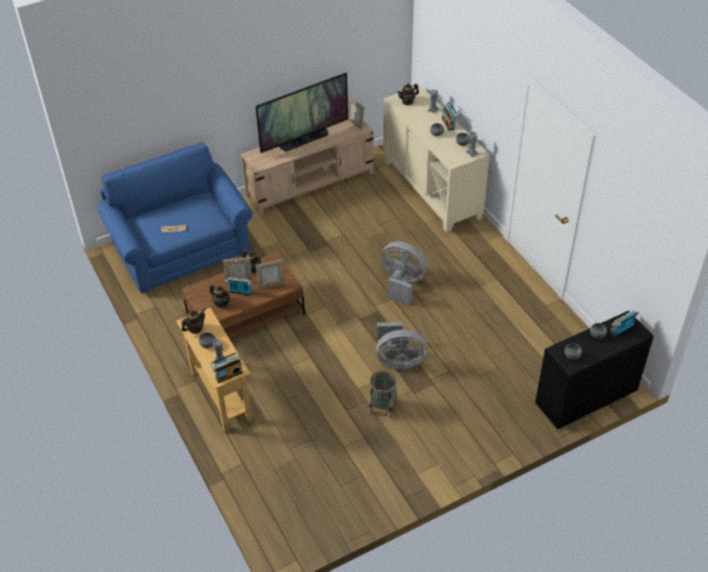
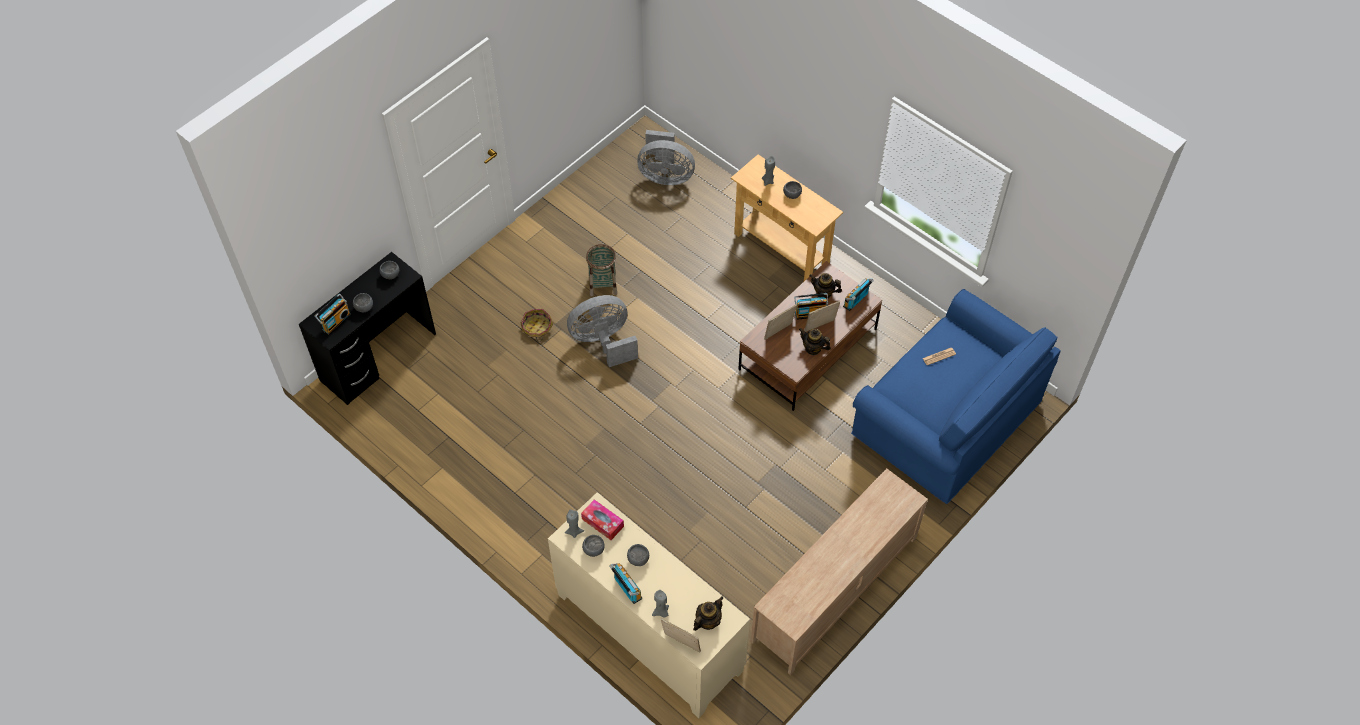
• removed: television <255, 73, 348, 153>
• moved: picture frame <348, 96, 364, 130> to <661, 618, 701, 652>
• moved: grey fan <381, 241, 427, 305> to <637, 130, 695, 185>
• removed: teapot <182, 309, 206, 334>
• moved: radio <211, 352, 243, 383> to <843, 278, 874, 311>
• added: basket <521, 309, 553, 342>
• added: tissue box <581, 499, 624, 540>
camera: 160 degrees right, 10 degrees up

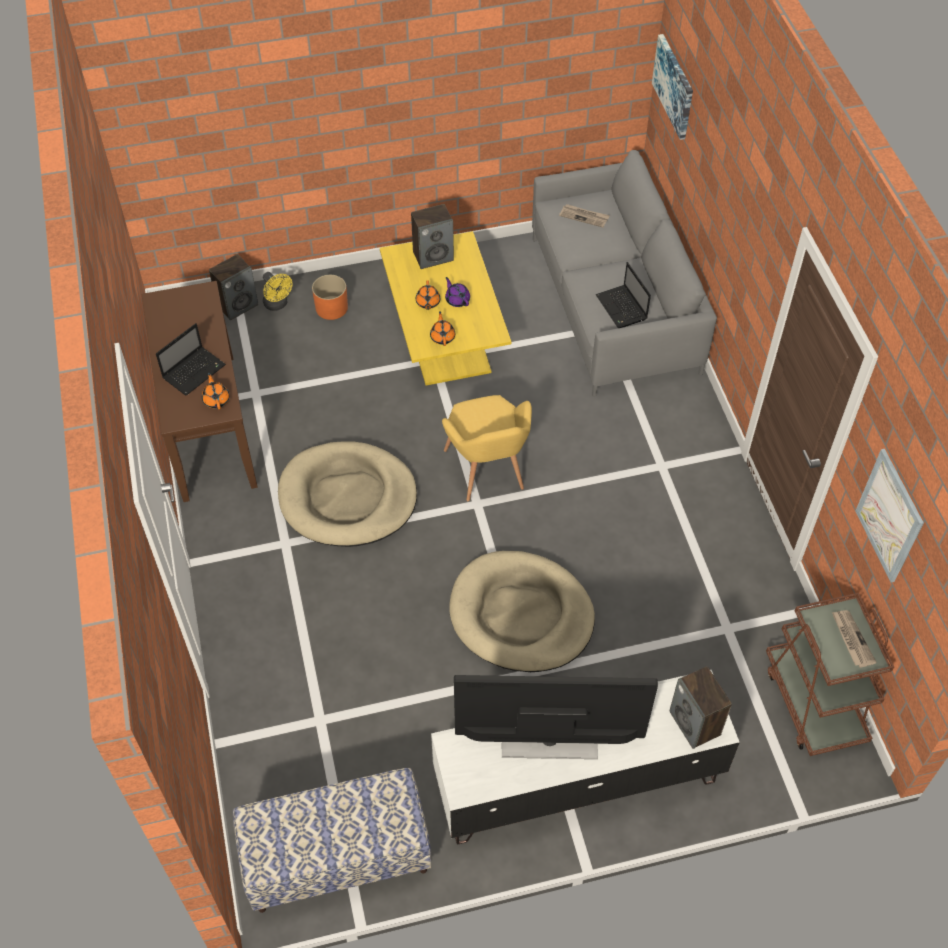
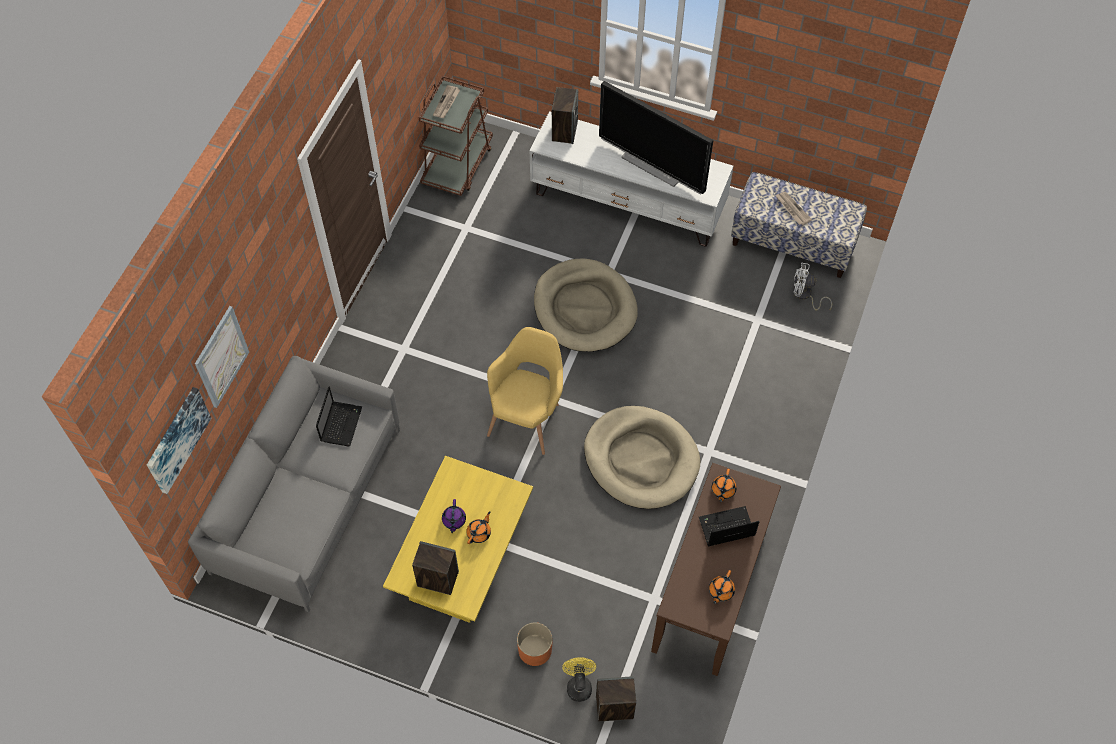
• moved: newspaper <559, 204, 610, 227> to <775, 192, 812, 225>
• moved: orange teapot <430, 311, 455, 346> to <709, 570, 735, 604>
• moved: picture <856, 449, 924, 582> to <195, 306, 249, 408>
• added: white fan <793, 262, 832, 311>
camera: 145 degrees left, 5 degrees up

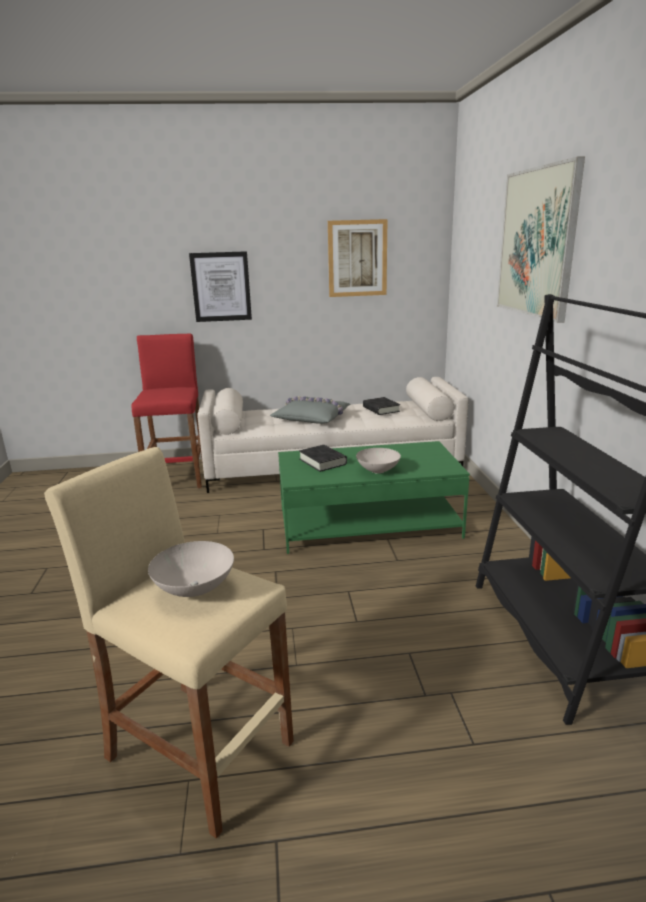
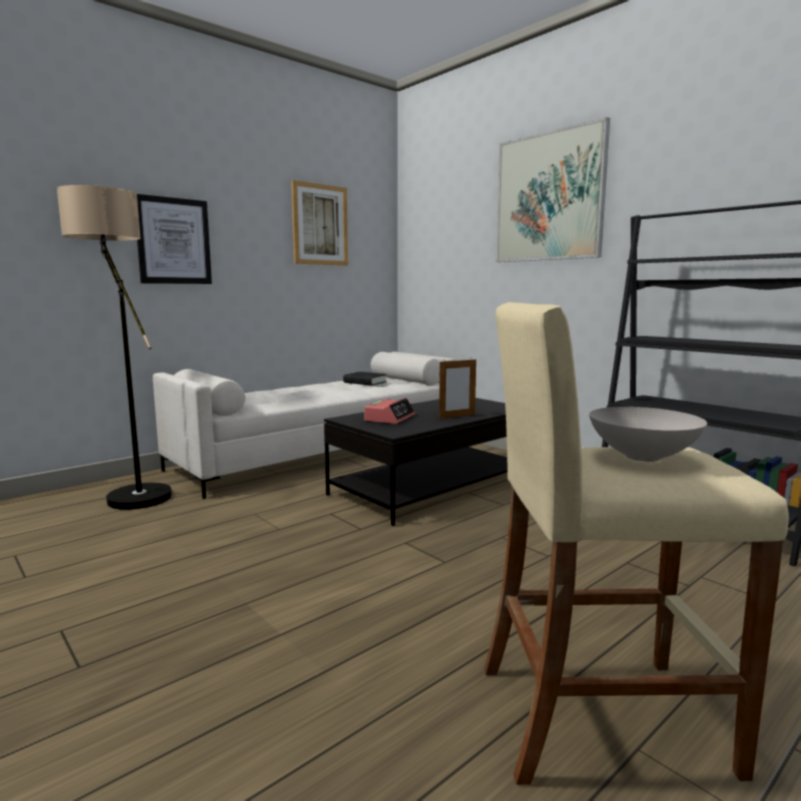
• replaced: red stool <131, 333, 203, 488> to floor lamp <57, 185, 172, 510>
• removed: grey pillow <270, 396, 351, 424>
• recoloured: green coffee table <278, 441, 470, 554> to black coffee table <324, 398, 507, 526>
• replaced: black book <299, 445, 347, 472> to alarm clock <364, 398, 415, 424>
• replaced: white bowl <356, 448, 401, 474> to picture frame <439, 358, 476, 419>
camera: 35 degrees left, 10 degrees down

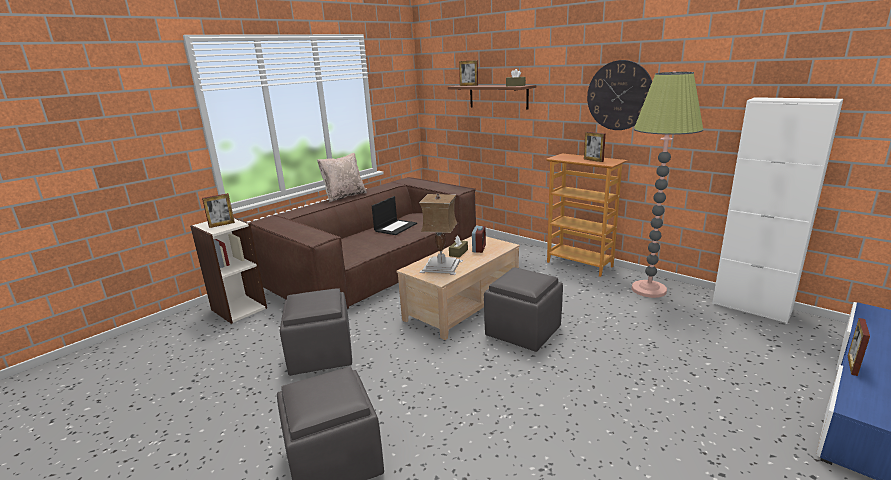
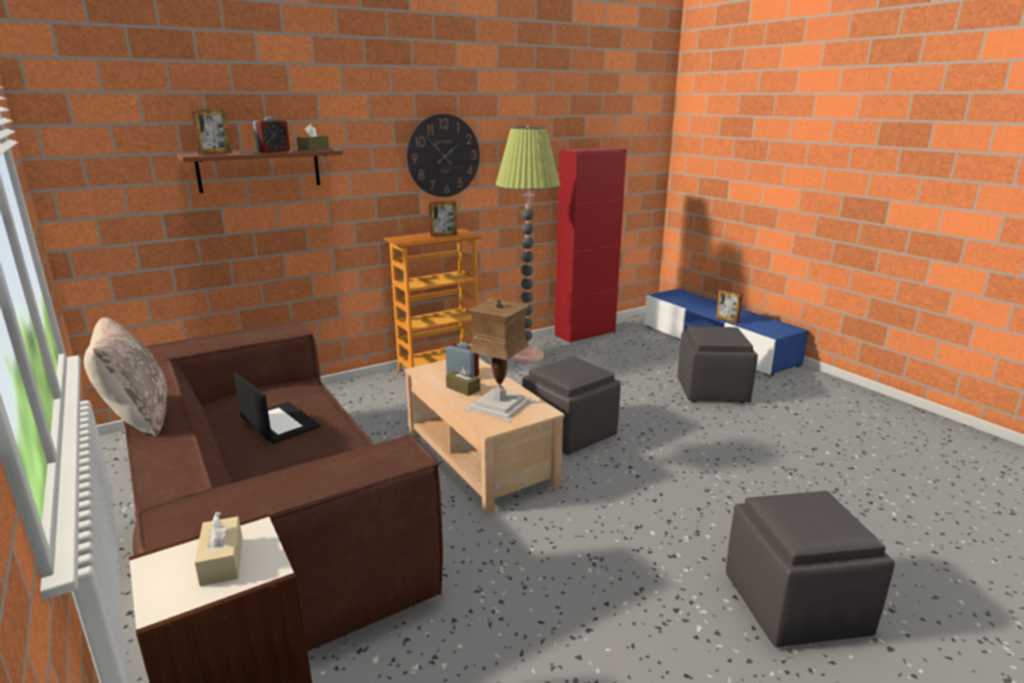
• recoloured: white cabinet <712, 97, 843, 324> to red cabinet <555, 147, 627, 343>
• replaced: picture frame <202, 193, 235, 228> to beige tissue box <194, 512, 243, 587>
• moved: grey ottoman <280, 288, 352, 376> to <677, 326, 758, 403>
• added: alarm clock <253, 117, 290, 153>
camera: 75 degrees left, 0 degrees up

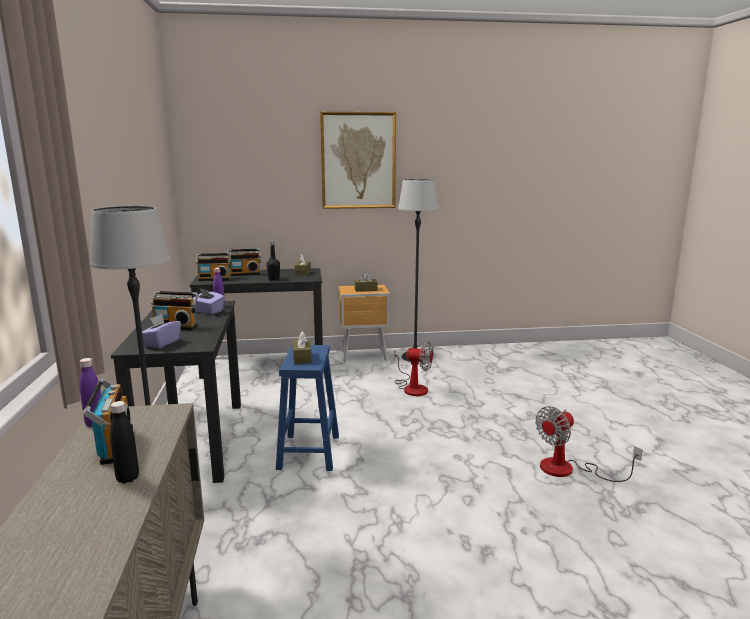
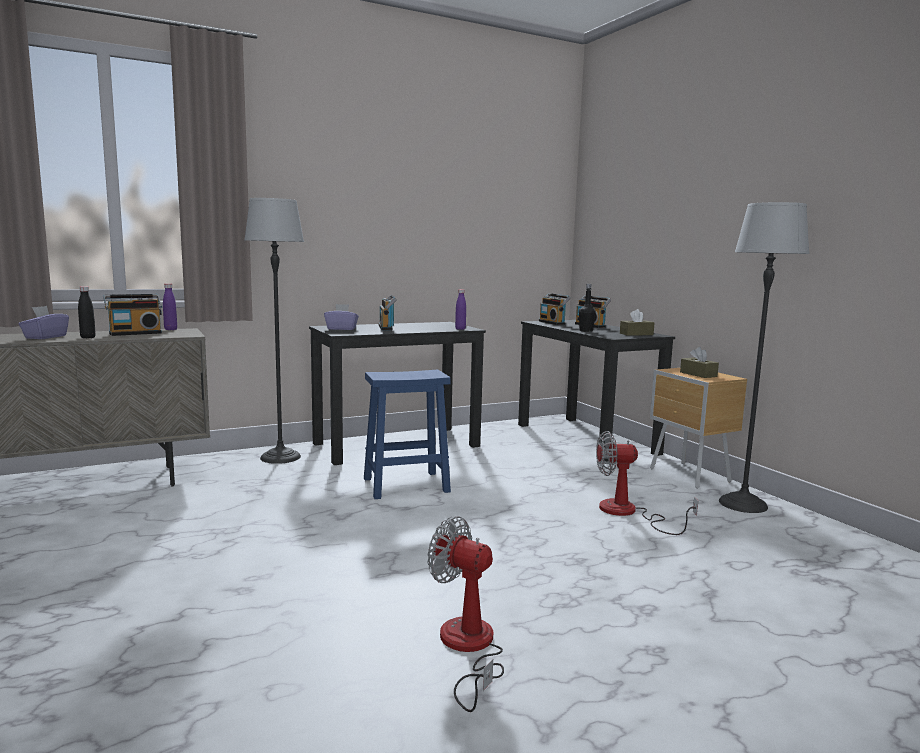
• removed: picture <320, 112, 396, 209>
• moved: purple tissue box <193, 288, 225, 314> to <19, 306, 69, 339>
• removed: brown tissue box <292, 331, 312, 364>
• turned: fan <394, 341, 433, 396> = <596, 431, 698, 535> 90 degrees clockwise
camera: 70 degrees right, 5 degrees down

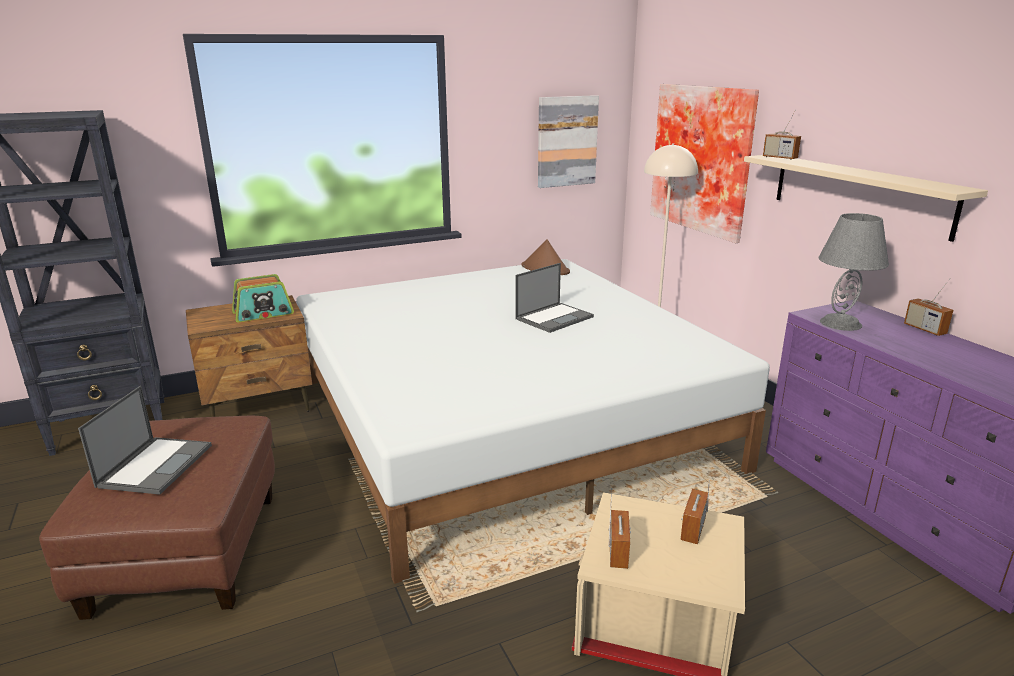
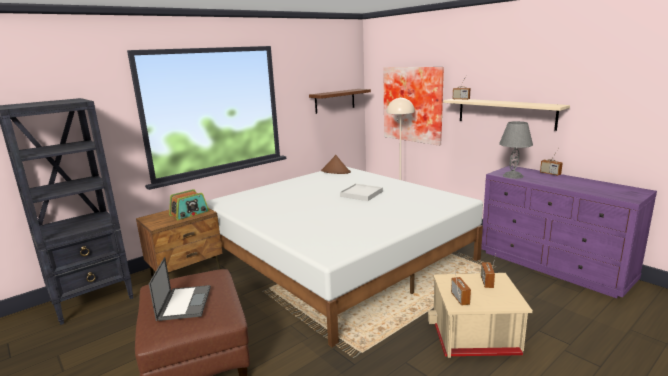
• replaced: picture <538, 95, 599, 188> to shelf <309, 89, 371, 114>
• replaced: laptop <515, 263, 594, 333> to white tray <340, 184, 383, 201>
camera: 15 degrees left, 5 degrees down

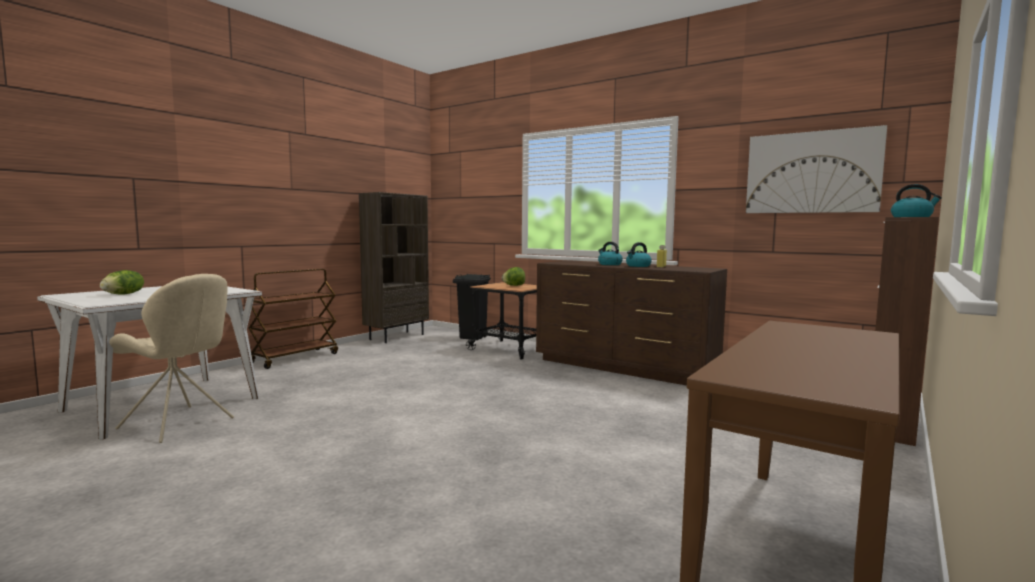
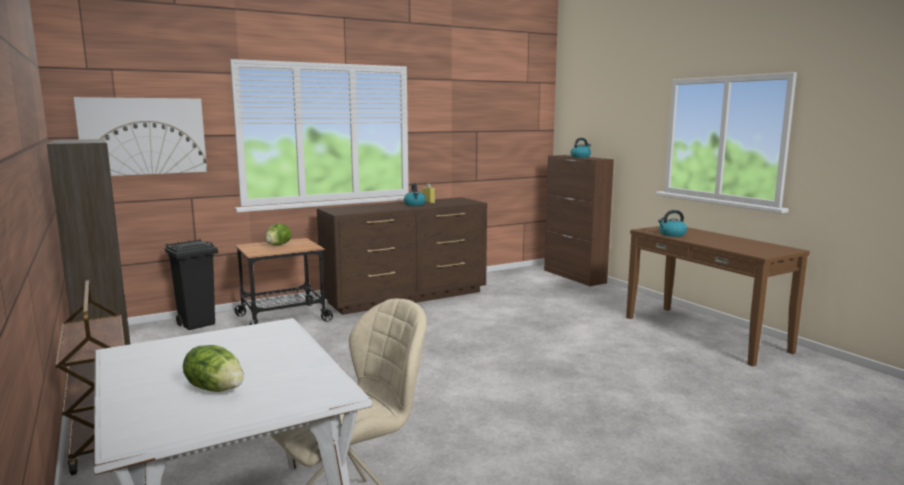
• moved: picture <746, 125, 887, 213> to <74, 97, 207, 176>
• moved: kettle <598, 242, 623, 265> to <658, 210, 687, 237>
camera: 65 degrees left, 5 degrees up

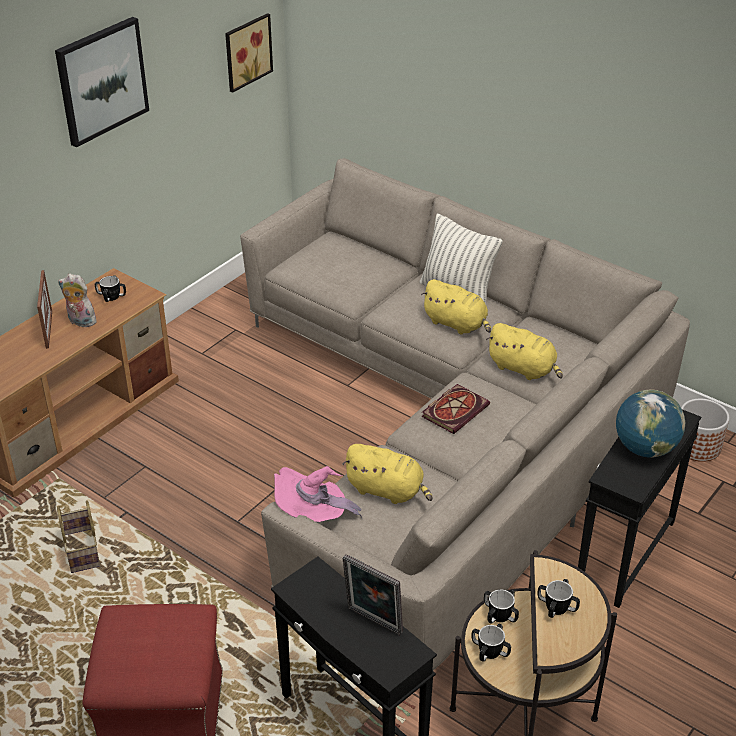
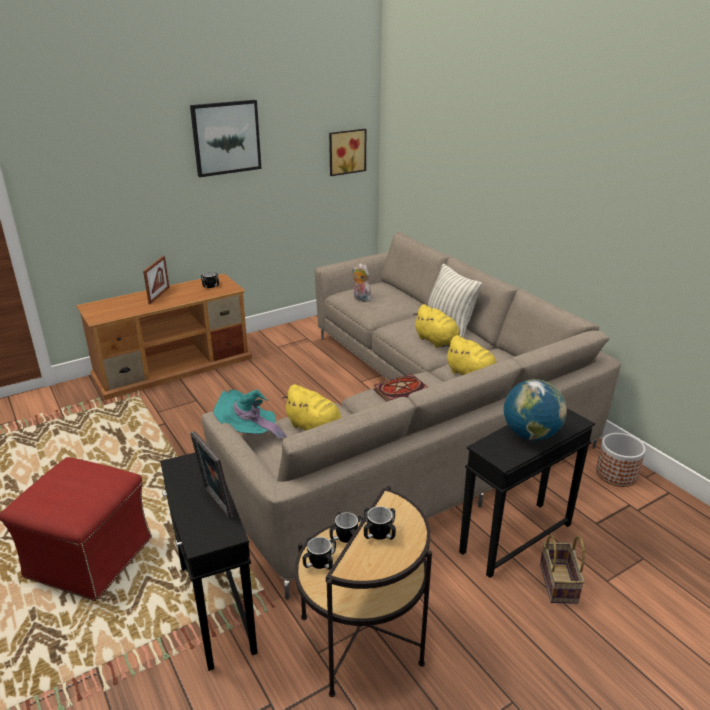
• moved: plush toy <58, 274, 97, 327> to <352, 263, 371, 302>
• recoloured: pink hat <274, 466, 362, 522> to turquoise hat <213, 389, 287, 441>
• moved: basket <57, 500, 100, 573> to <540, 535, 585, 604>
camera: 20 degrees right, 10 degrees down

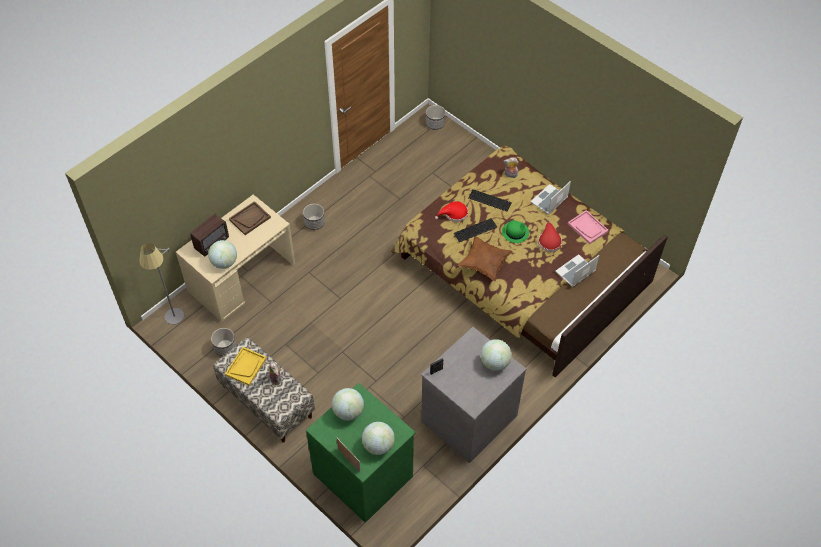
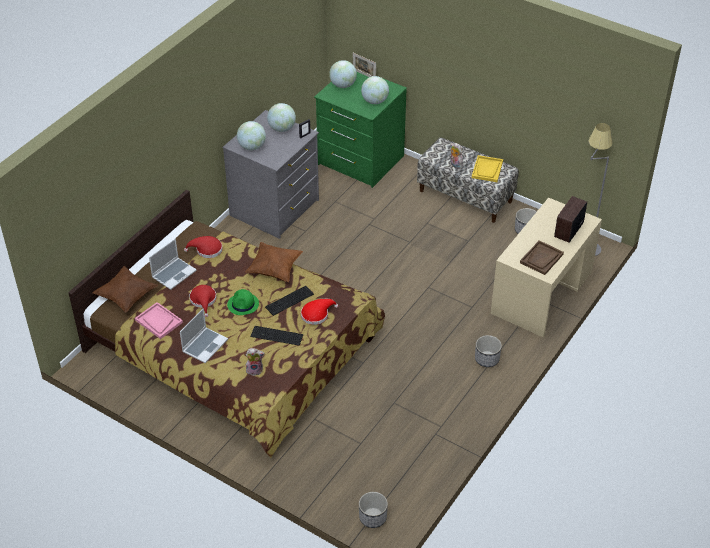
• moved: globe <208, 240, 237, 269> to <267, 103, 296, 132>
• added: red hat <184, 236, 223, 258>
• added: brown pillow <92, 266, 158, 313>
camera: 170 degrees right, 10 degrees down

